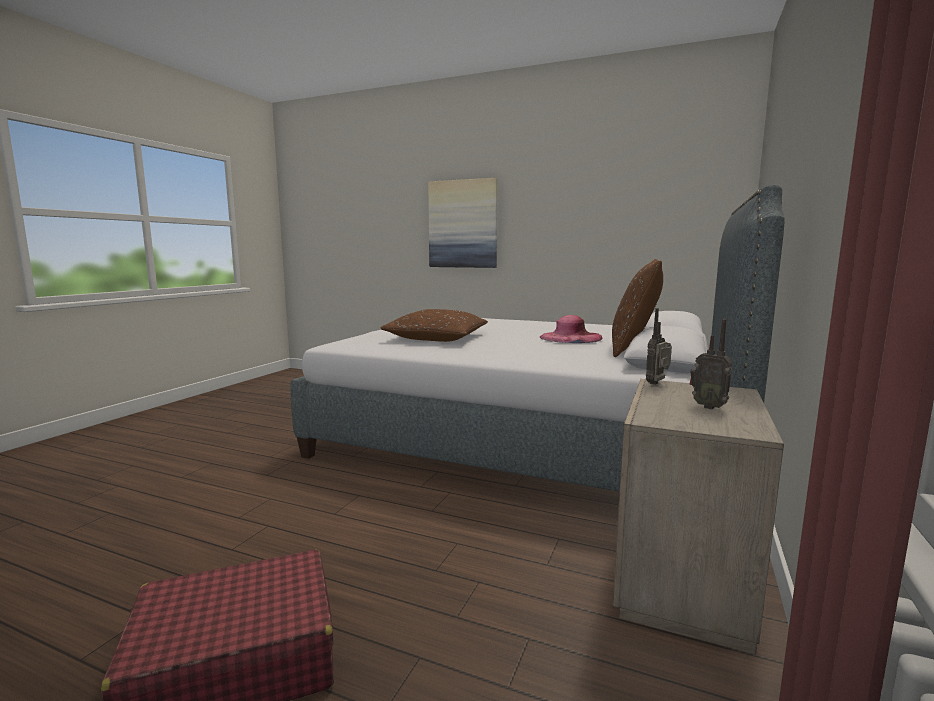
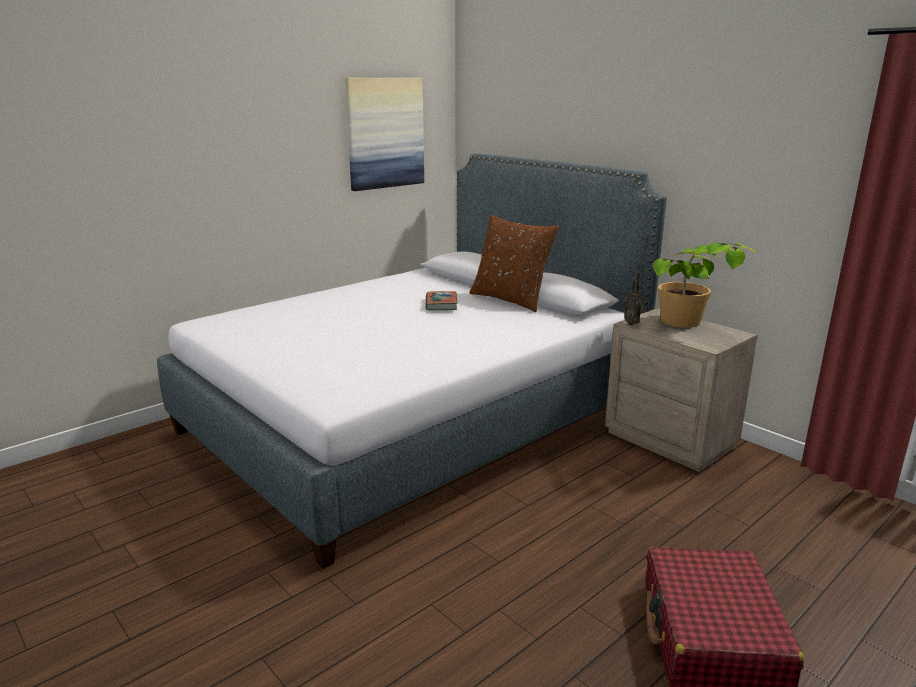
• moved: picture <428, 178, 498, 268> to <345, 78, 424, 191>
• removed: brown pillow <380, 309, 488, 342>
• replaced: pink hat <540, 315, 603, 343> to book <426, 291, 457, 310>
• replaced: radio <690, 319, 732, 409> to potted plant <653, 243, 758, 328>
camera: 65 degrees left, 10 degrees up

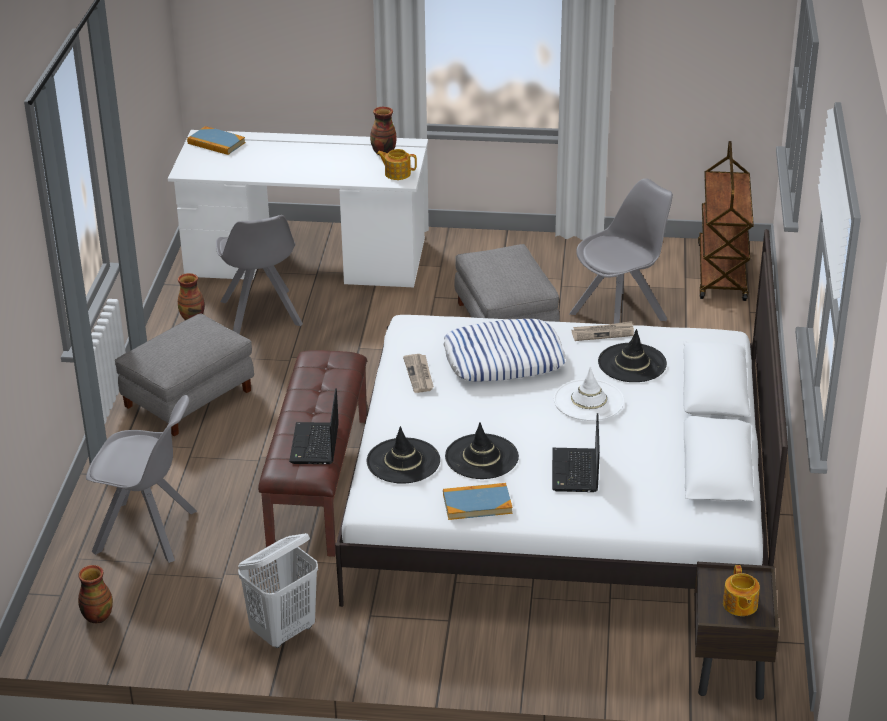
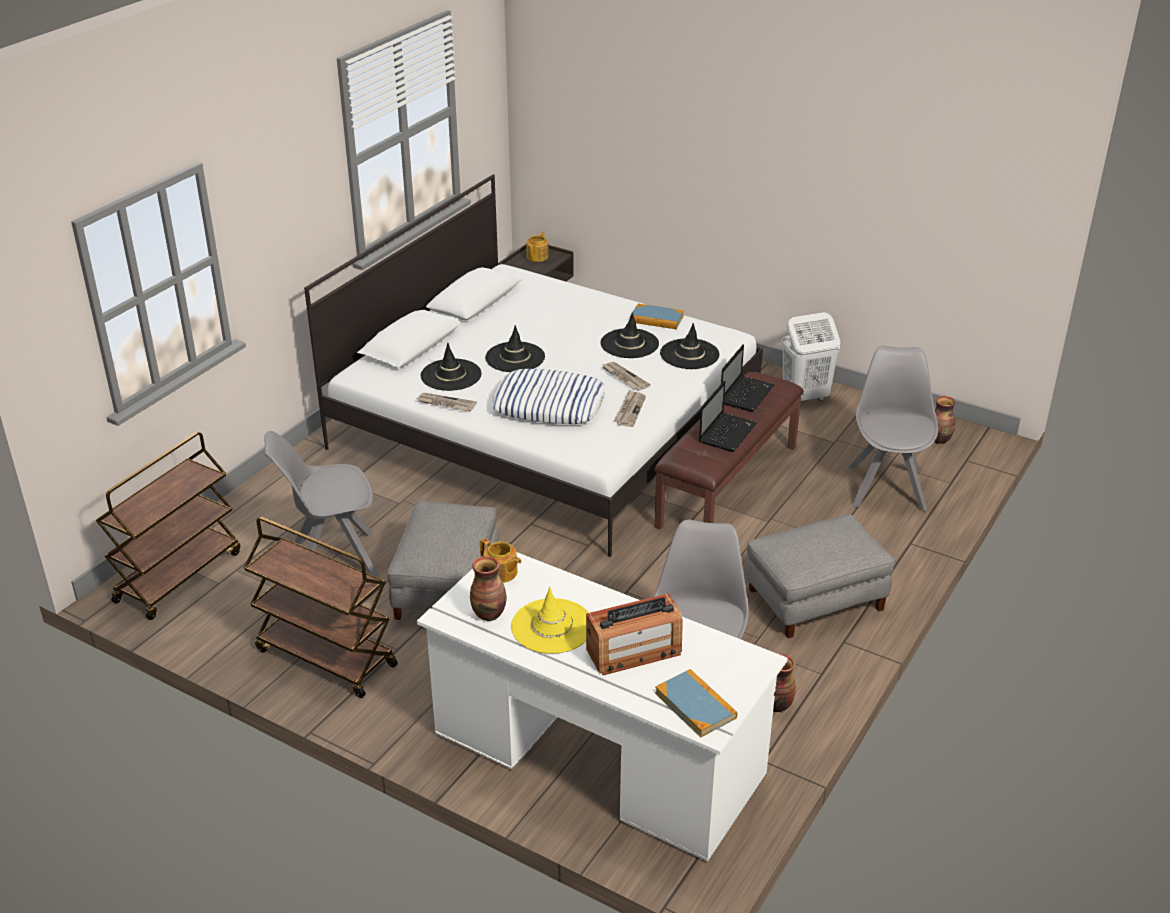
• recoloured: white hat <554, 367, 624, 421> to black hat <485, 325, 545, 372>
• turned: grey chair <86, 395, 197, 563> = <848, 346, 938, 512> 60 degrees clockwise
• moved: laptop <552, 413, 600, 492> to <699, 380, 757, 452>
• added: newspaper <601, 362, 651, 391>
• added: brown cart <244, 517, 398, 698>
• added: yellow hat <511, 587, 589, 654>
• added: radio <586, 593, 683, 675>
camera: 155 degrees left, 0 degrees up

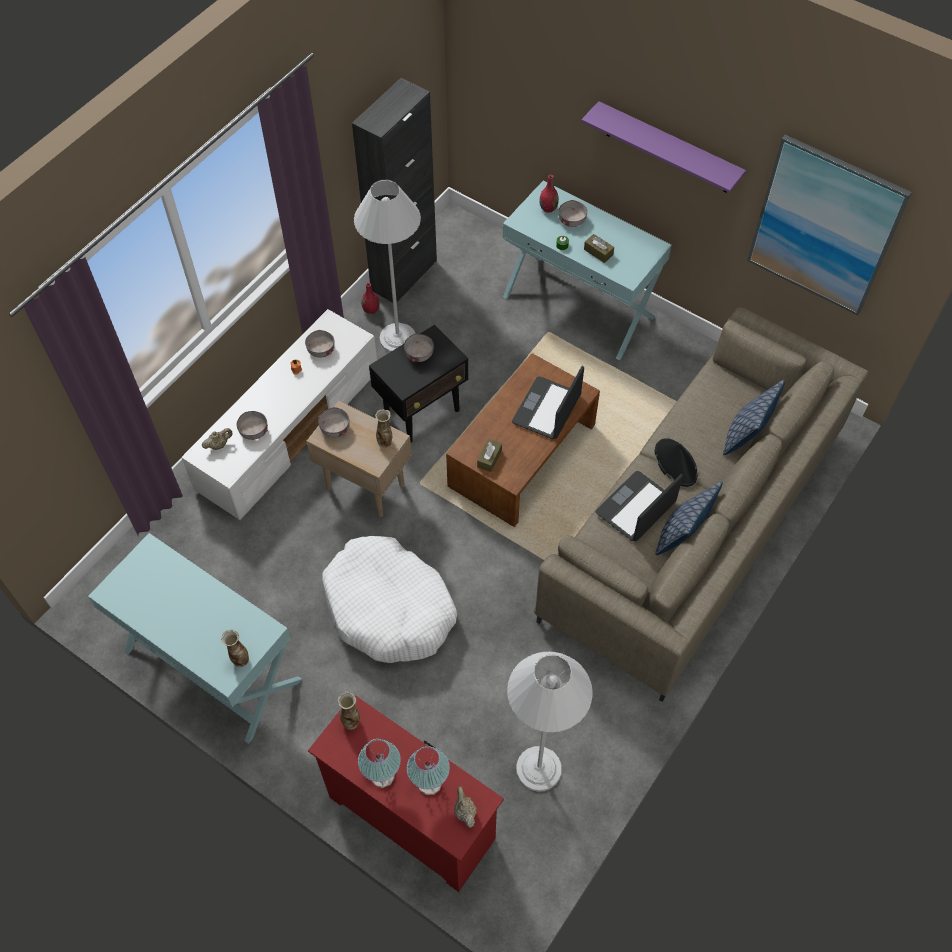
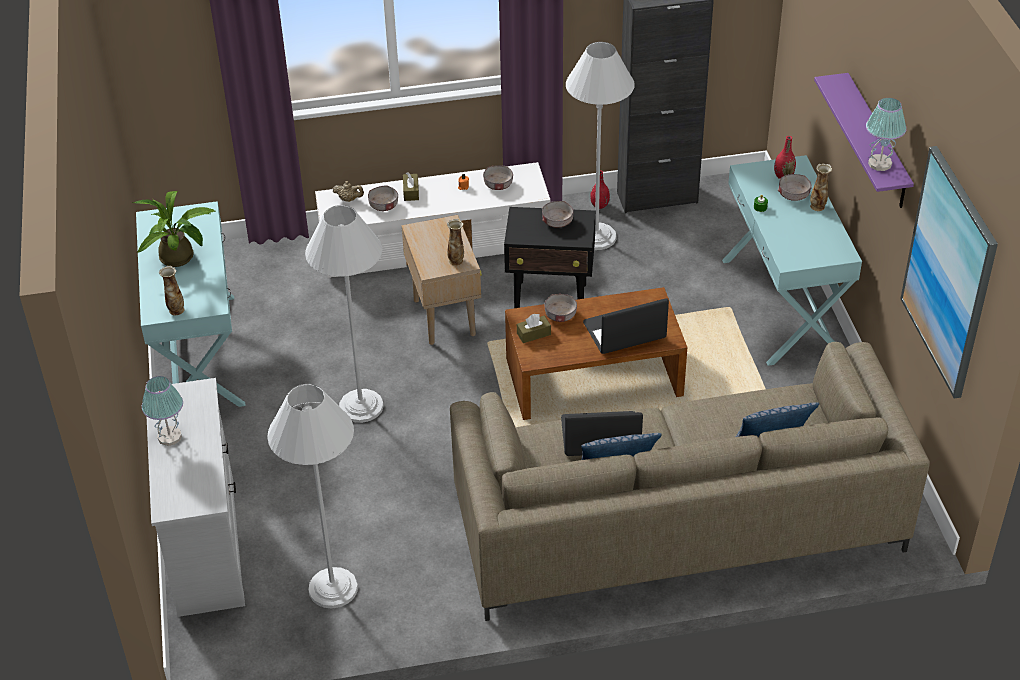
• moved: brown tissue box <584, 234, 614, 263> to <403, 172, 419, 201>
• moved: grey bowl <318, 407, 350, 438> to <544, 294, 577, 322>
• removed: black hat <655, 438, 698, 487>
• replaced: white dog bed <322, 536, 457, 663> to white floor lamp <305, 205, 384, 423>
• moved: vase <337, 691, 360, 730> to <810, 163, 832, 211>
• recoloured: red dresser <308, 695, 504, 892> to white dresser <146, 378, 245, 617>
• moved: table lamp <407, 746, 450, 795> to <866, 98, 907, 171>
• removed: beige teapot <454, 786, 477, 828>
• added: potted plant <133, 191, 217, 267>
camera: 45 degrees right, 15 degrees down

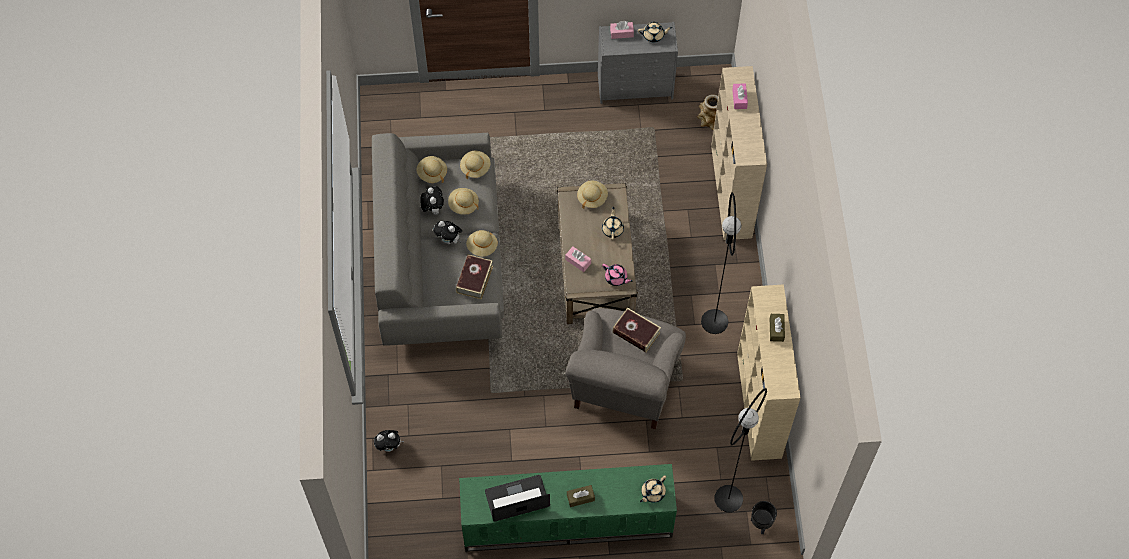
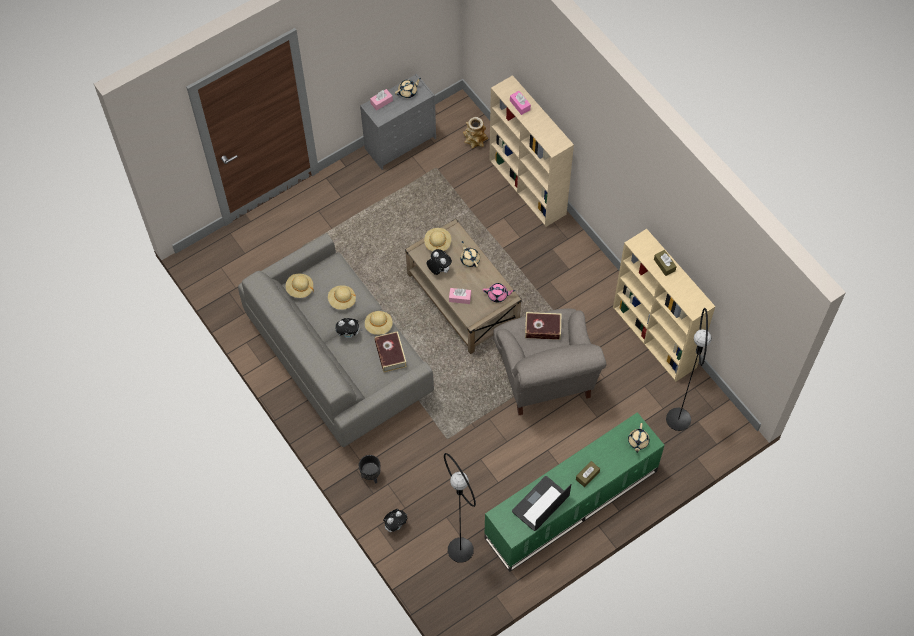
• removed: beige hat <460, 151, 491, 179>
• moved: plush toy <420, 186, 444, 215> to <427, 249, 452, 275>
• moved: black floor lamp <701, 193, 742, 334> to <444, 453, 476, 563>
• moved: black planter <751, 501, 777, 534> to <359, 455, 380, 484>
camera: 30 degrees left, 0 degrees up

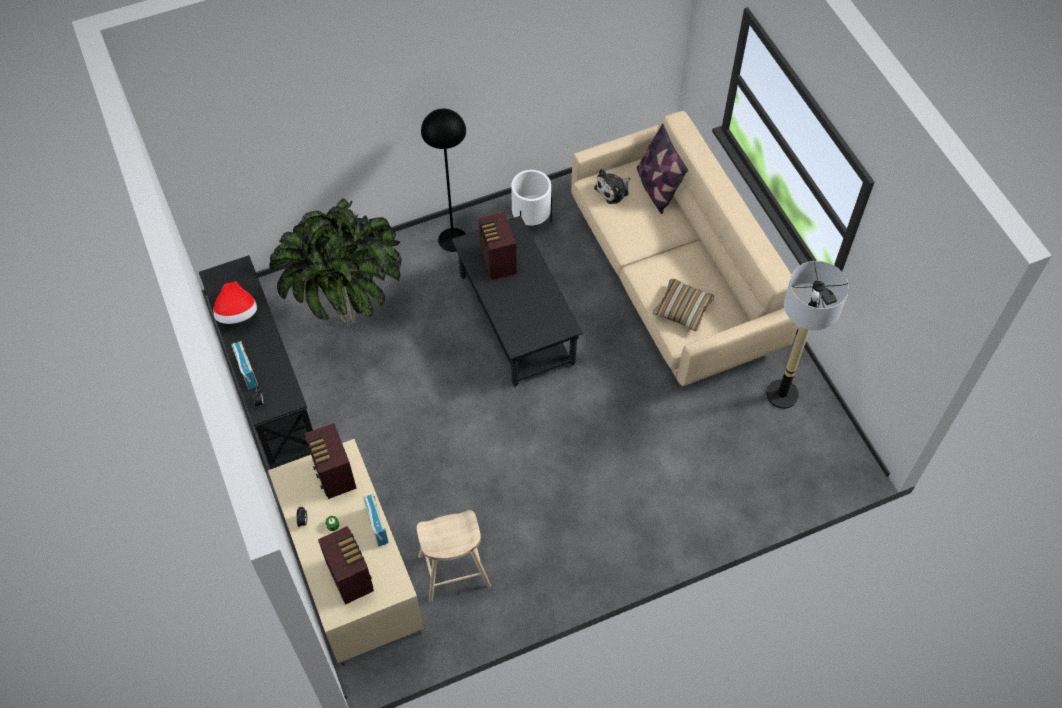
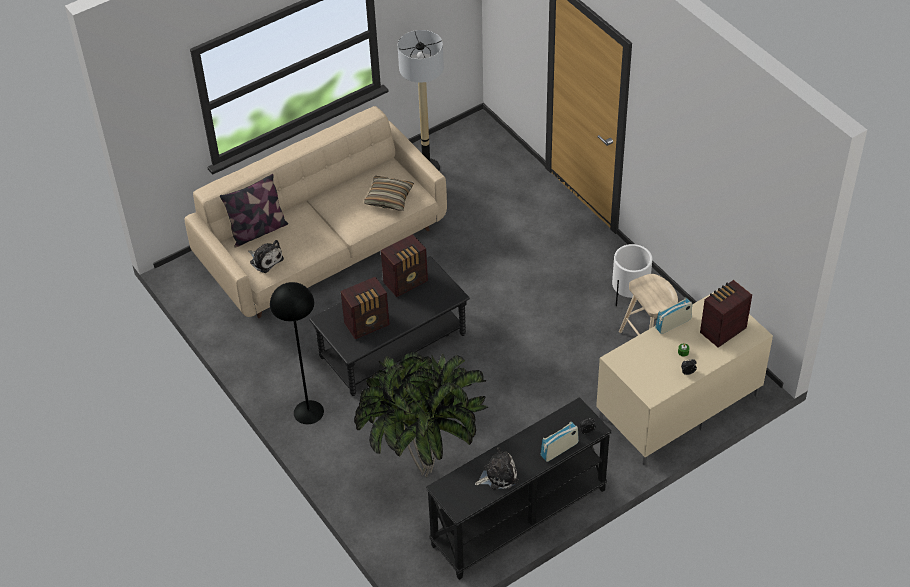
• moved: white planter <511, 170, 552, 225> to <612, 244, 653, 306>
• replaced: hat <213, 281, 257, 324> to plush toy <475, 447, 518, 490>
• moved: radio <305, 423, 357, 499> to <381, 234, 428, 297>
camera: 100 degrees left, 10 degrees down

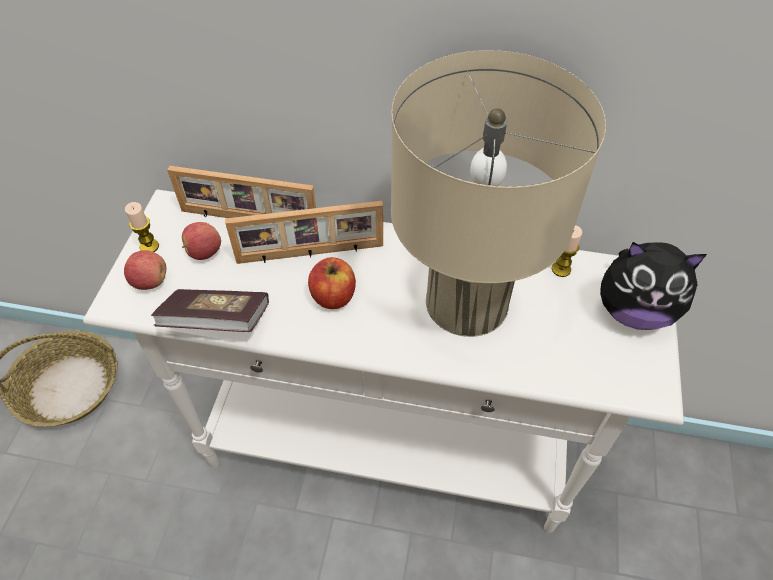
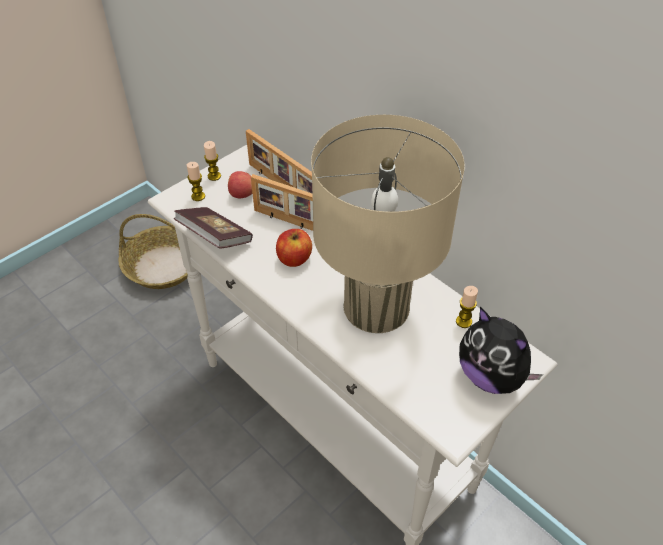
• replaced: apple <124, 250, 166, 290> to candle <187, 162, 205, 201>
camera: 35 degrees right, 5 degrees down

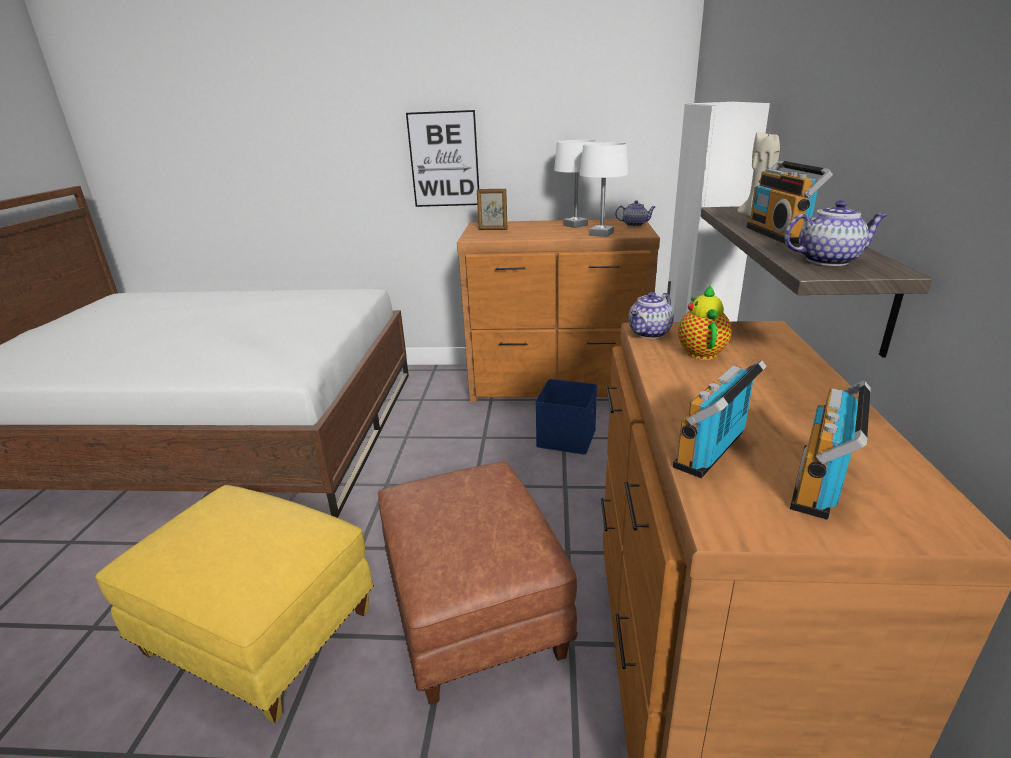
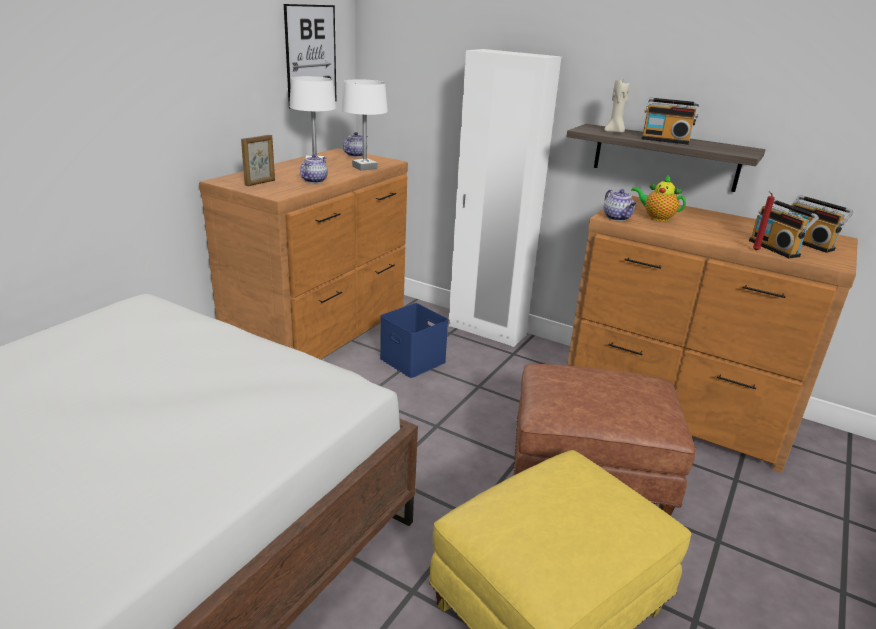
• moved: picture <406, 110, 479, 207> to <284, 4, 336, 109>
• moved: teapot <784, 200, 887, 266> to <300, 154, 328, 183>
• added: red candle <753, 191, 775, 250>
camera: 65 degrees left, 0 degrees up

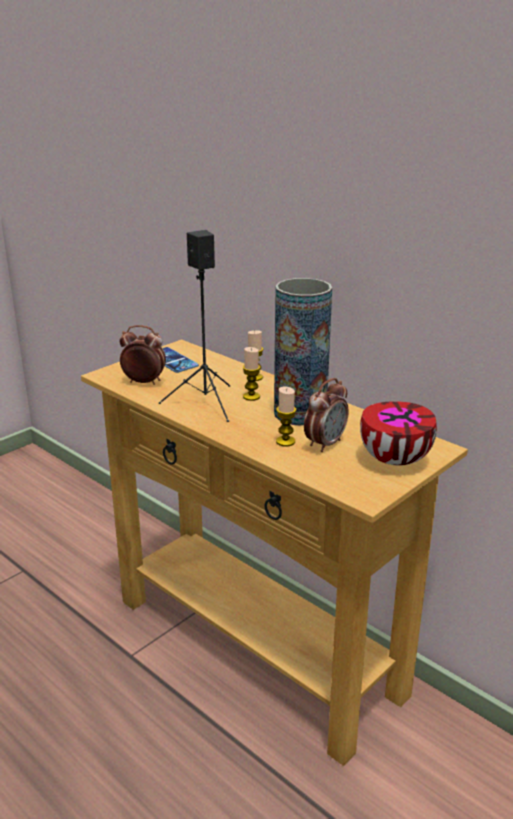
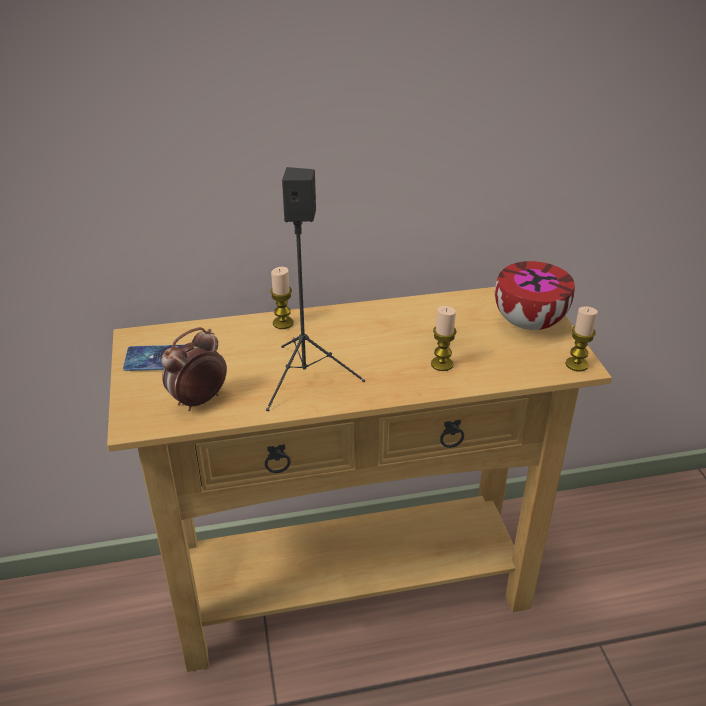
• removed: vase <274, 278, 332, 426>
• moved: candle <242, 347, 261, 401> to <565, 306, 598, 371>
• removed: alarm clock <304, 378, 349, 452>
camera: 55 degrees left, 10 degrees up

